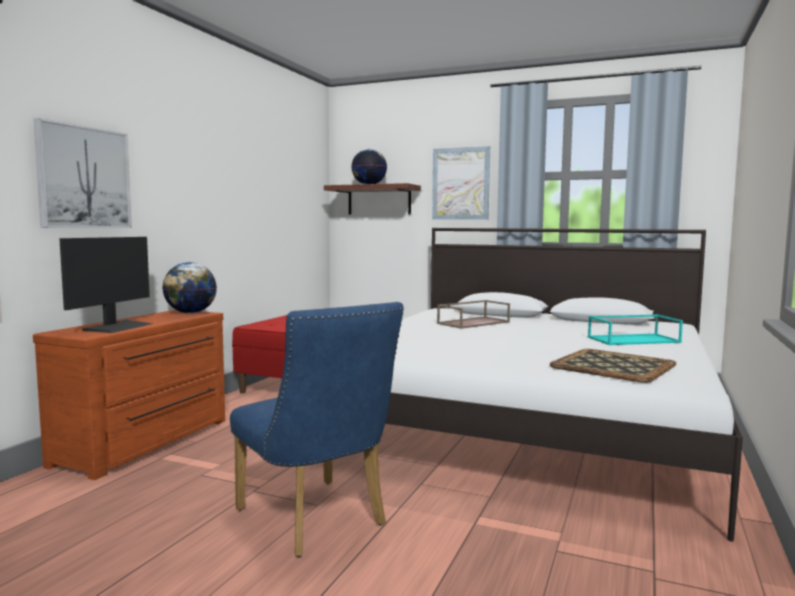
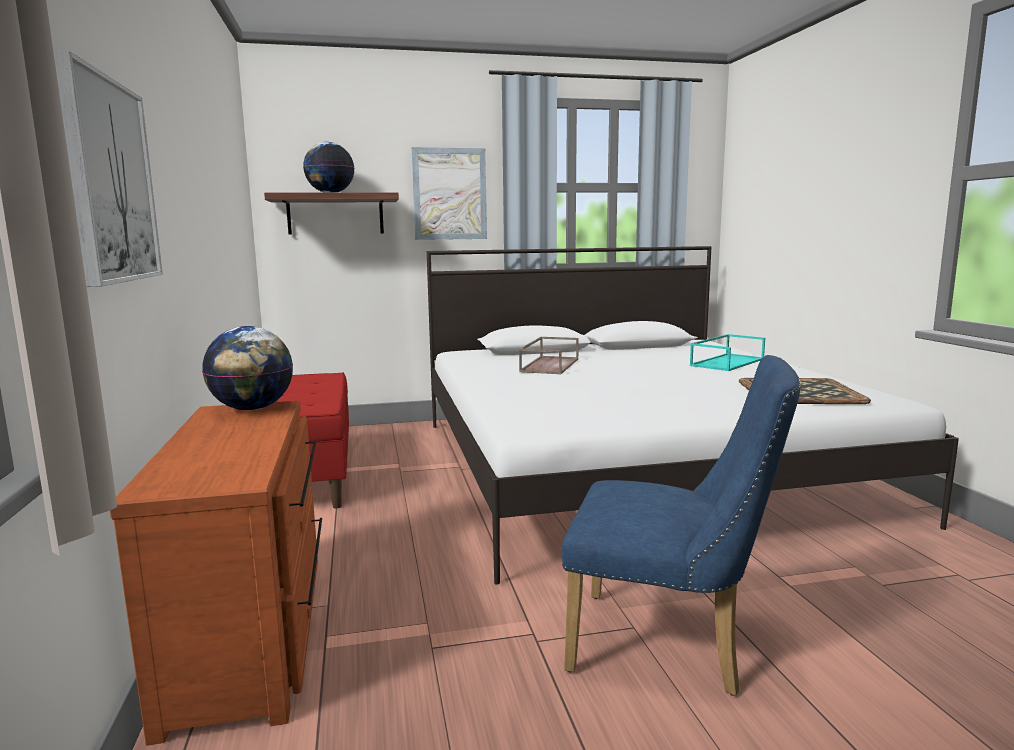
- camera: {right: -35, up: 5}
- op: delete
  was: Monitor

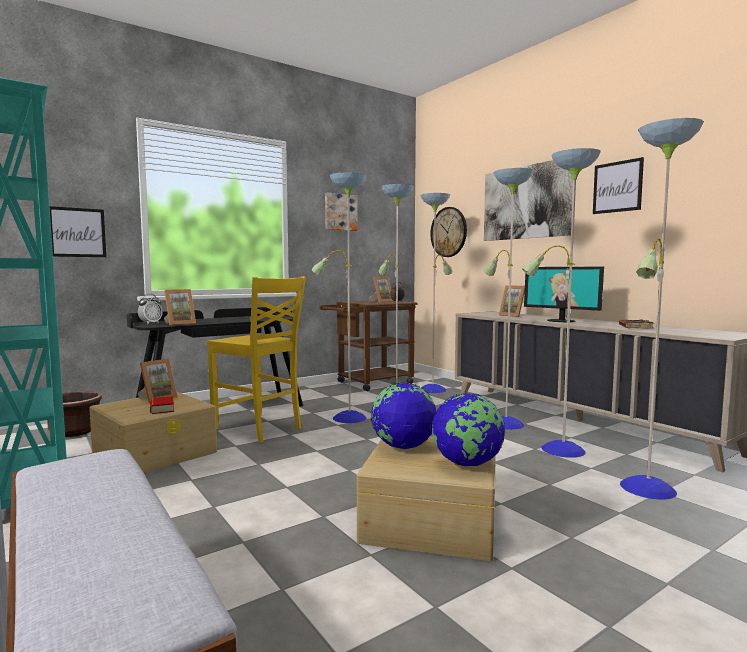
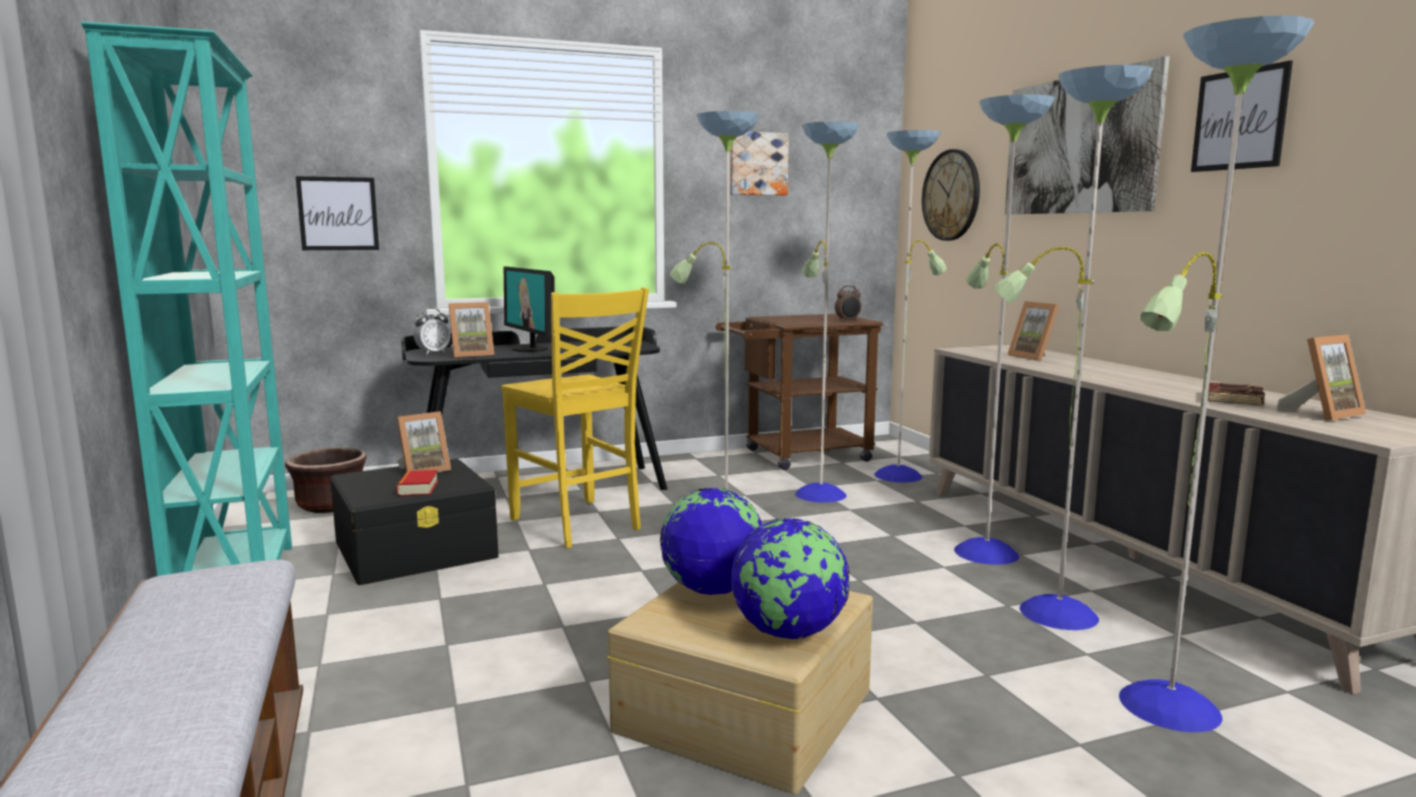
- camera: {right: 15, up: 5}
- op: move
  was: PictureFrame (3rd from left in the first image)
  now: PictureFrame (4th from left)
- op: move
  was: Monitor
- op: recolor
  was: BeigeStorageBox (1st from left)
  now: BlackStorageBox

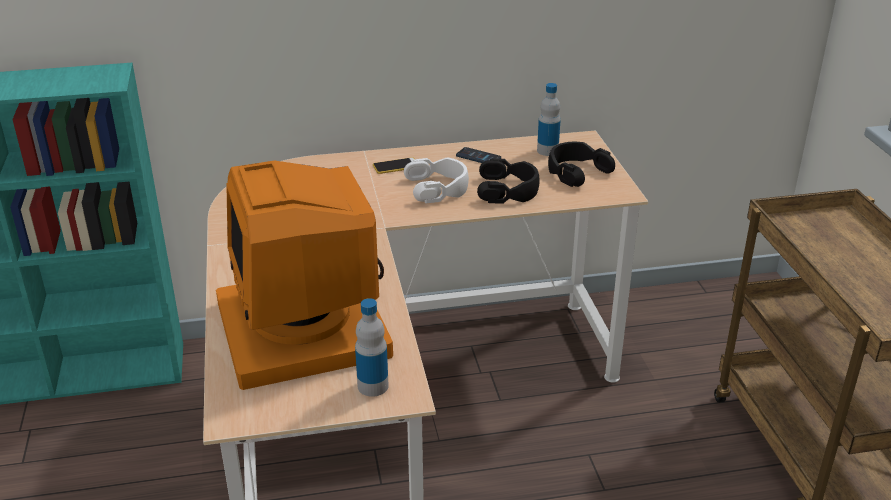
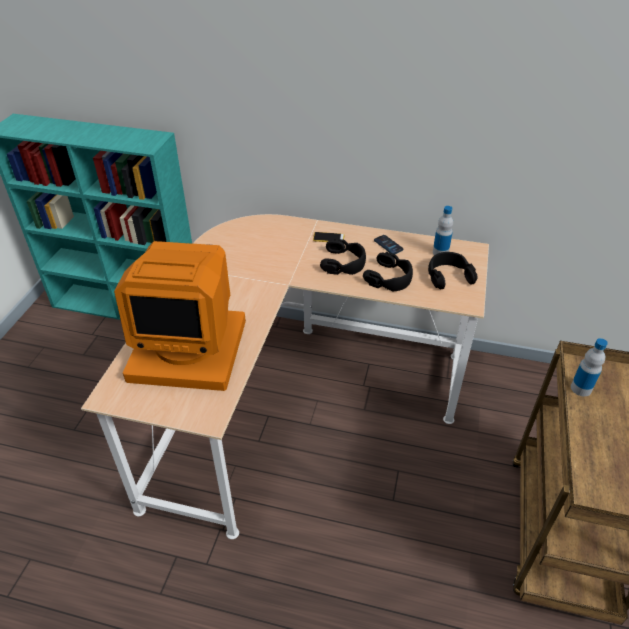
- camera: {right: 25, up: 10}
- op: move
  was: Bottle (1st from left in the first image)
  now: Bottle (2nd from left)
- op: recolor
  was: WhiteHeadphones
  now: BlackHeadphones (1st from left)
- op: rotate
  was: Monitor
  clockwise: -90

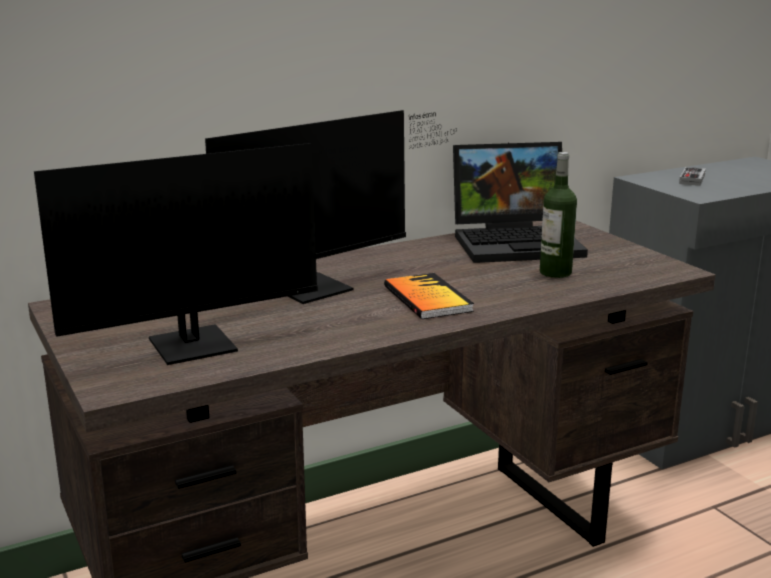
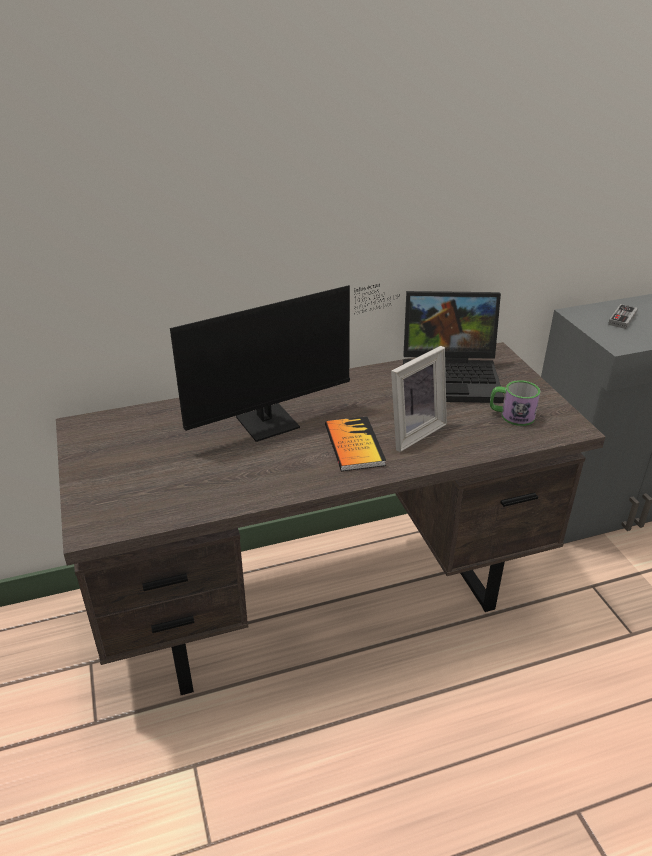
- camera: {right: 10, up: 15}
- op: delete
  was: Monitor (1st from left)
- op: delete
  was: Bottle
- op: insert
  now: PictureFrame
- op: insert
  now: Mug

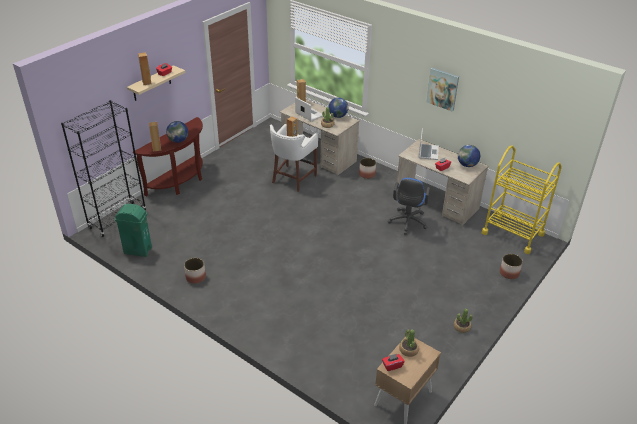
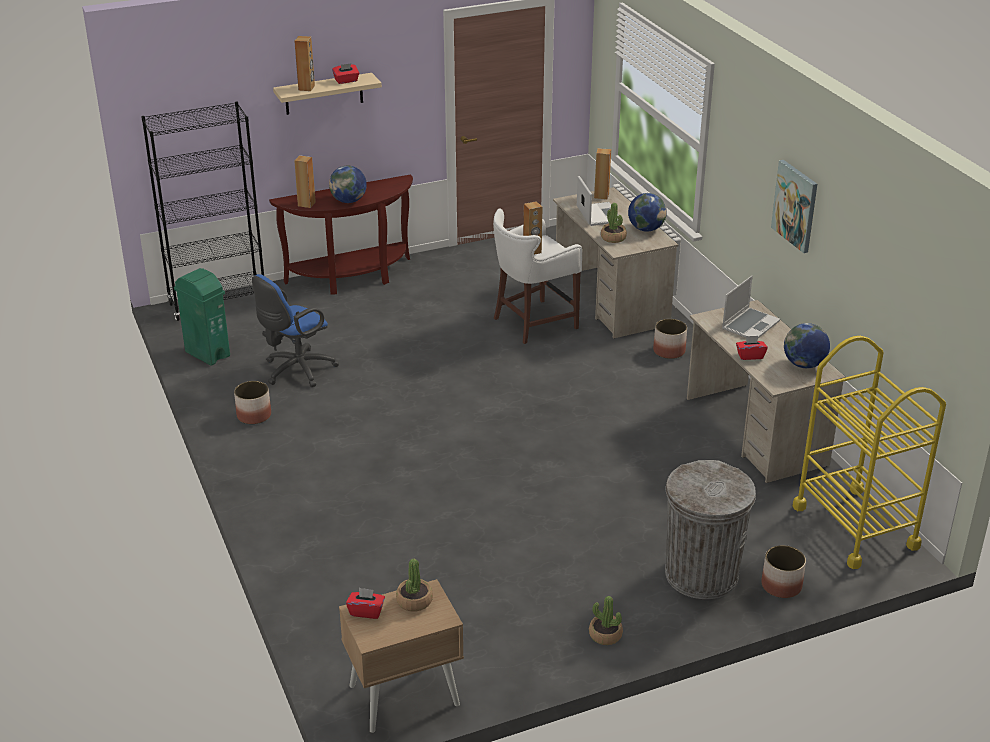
- camera: {right: 30, up: -5}
- op: insert
  now: GreyTrashCan
- op: move
  was: BlueOfficeChair

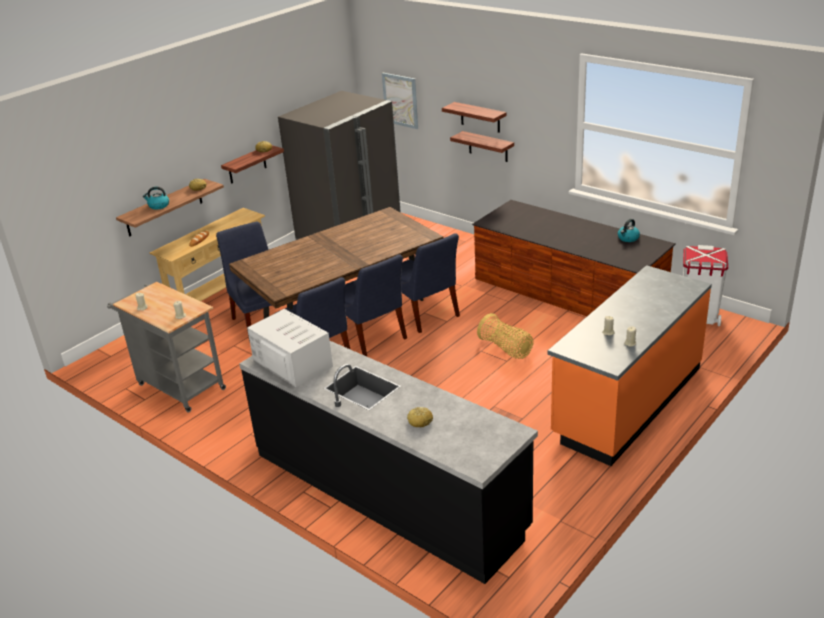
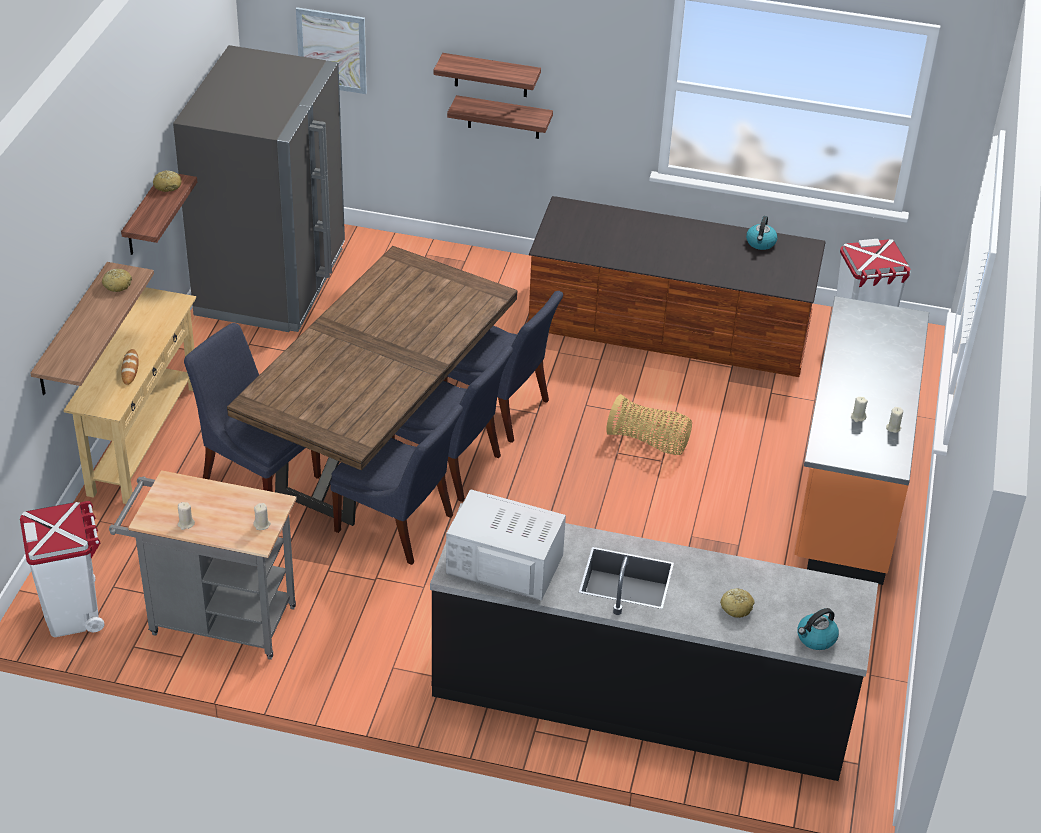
- camera: {right: -30, up: 10}
- op: insert
  now: WhiteTrashCan (1st from left)
- op: move
  was: Kettle (1st from left in the first image)
  now: Kettle (2nd from left)

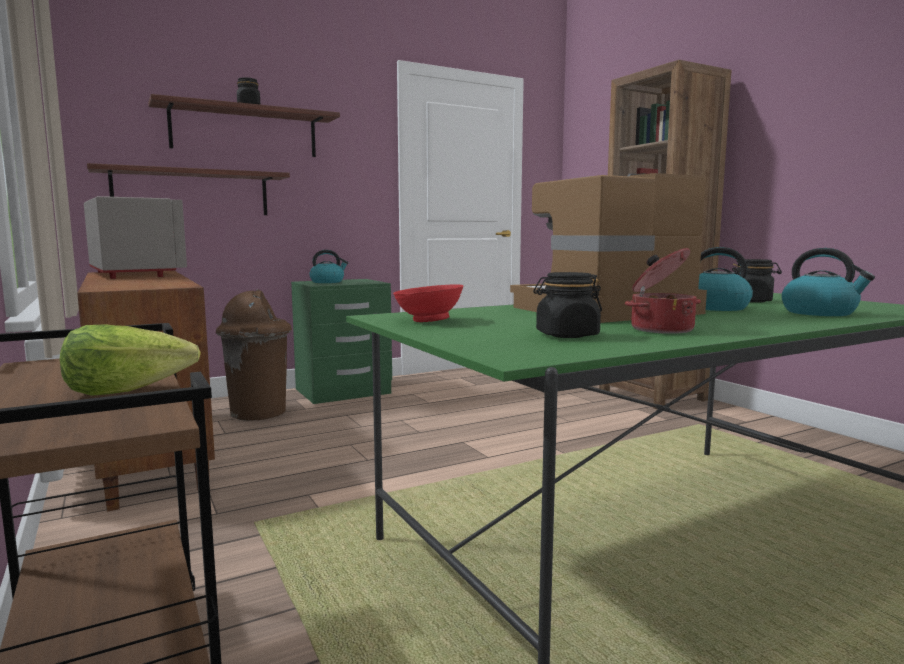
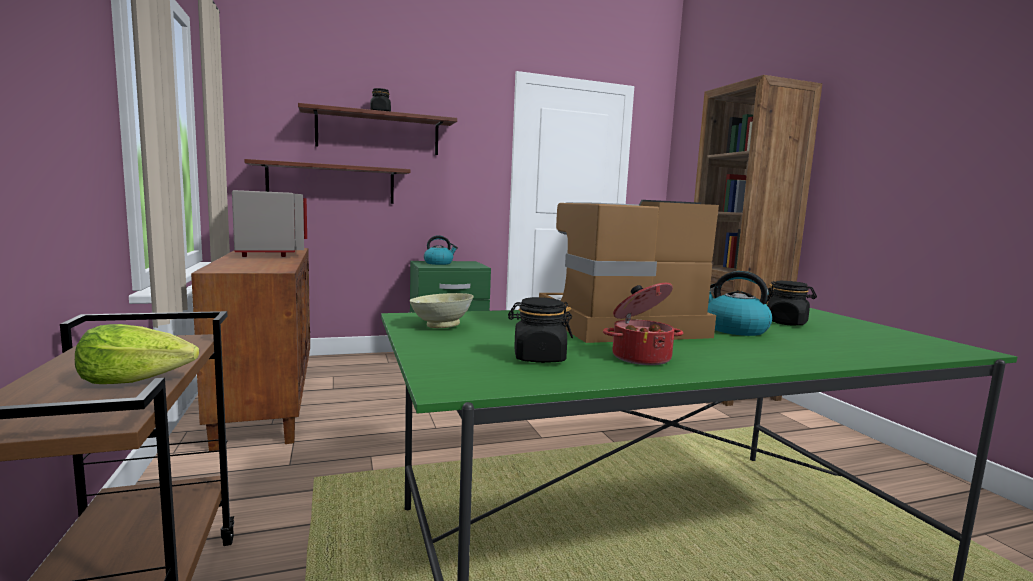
- camera: {right: 10, up: 0}
- op: delete
  was: BrownTrashCan
- op: delete
  was: Kettle (3rd from left)
- op: recolor
  was: RedBowl
  now: BeigeBowl

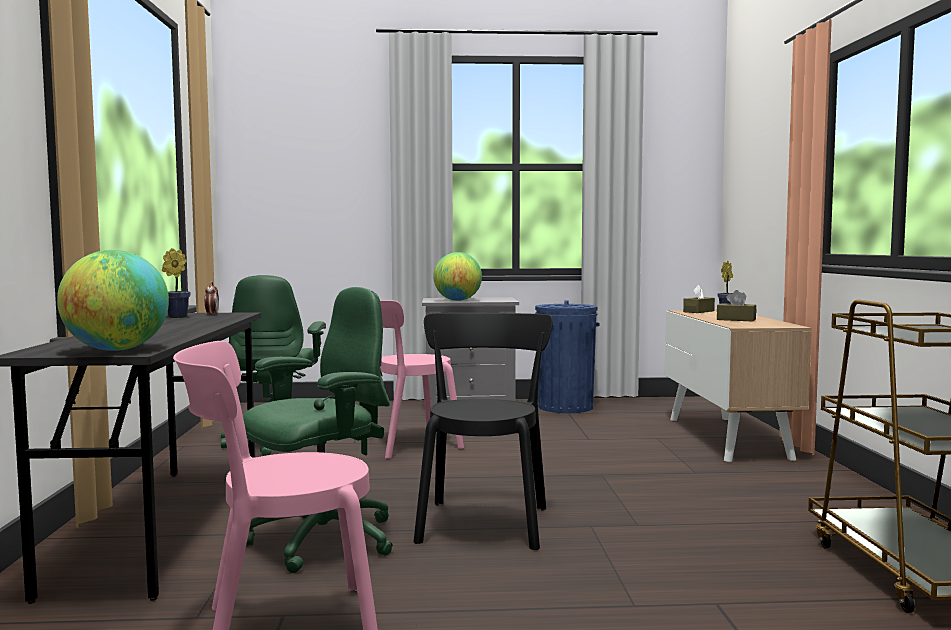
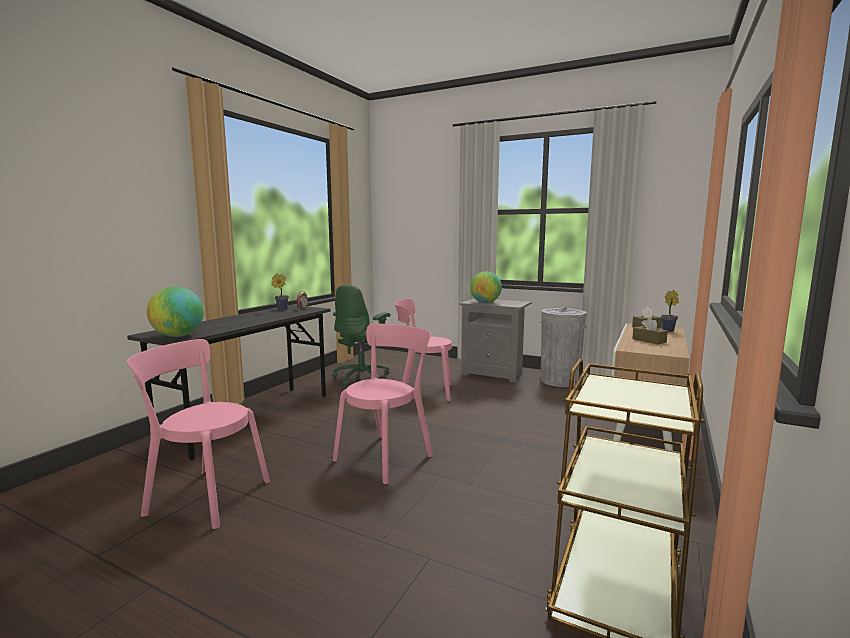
- camera: {right: 30, up: 5}
- op: delete
  was: GreenOfficeChair (2nd from left)
- op: recolor
  was: BlackChair
  now: PinkChair (2nd from left)
- op: recolor
  was: BlueTrashCan
  now: GreyTrashCan

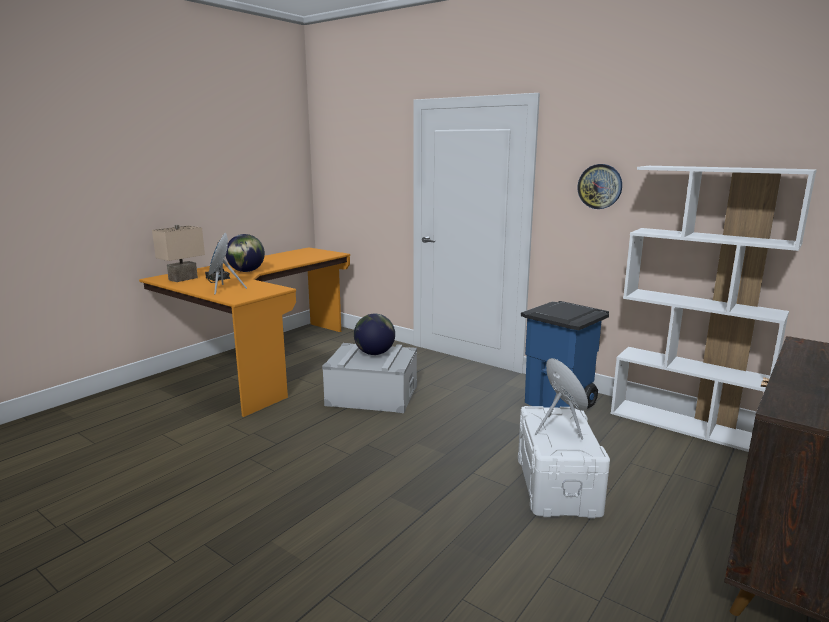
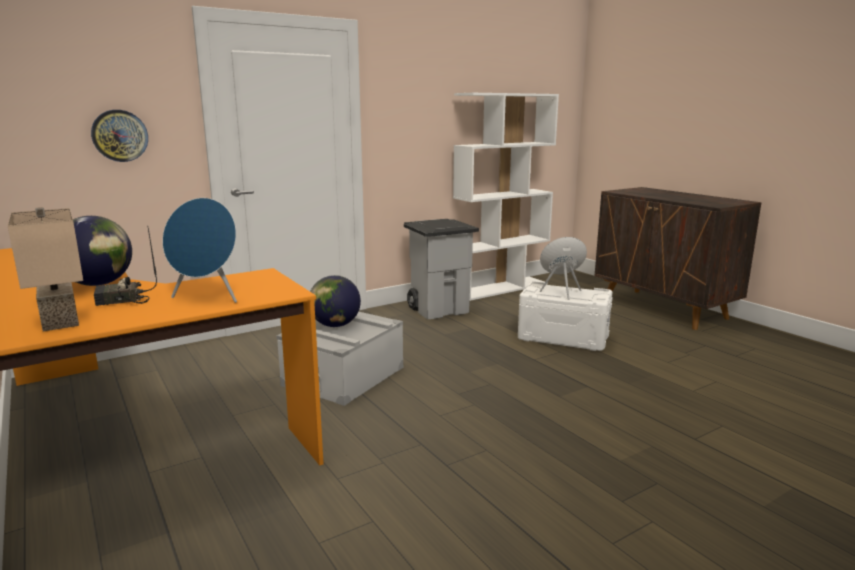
- camera: {right: -70, up: 0}
- op: move
  was: WallClock
- op: recolor
  was: BlueTrashCan
  now: GreyTrashCan

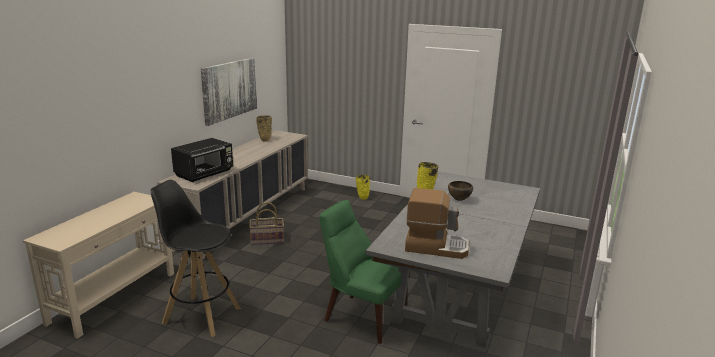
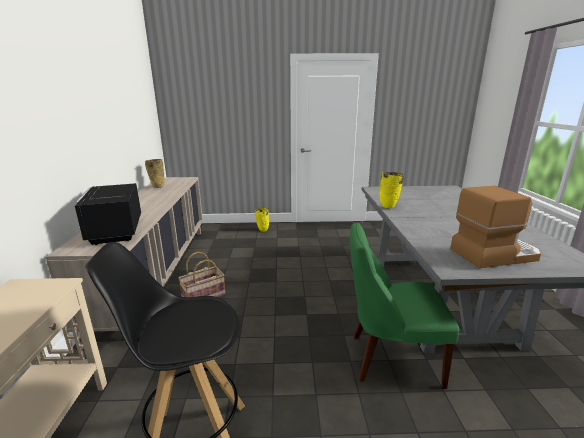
- camera: {right: -25, up: 0}
- op: delete
  was: Picture
- op: delete
  was: BrownBowl
- op: rotate
  was: BlackMicrowave
  clockwise: 150

